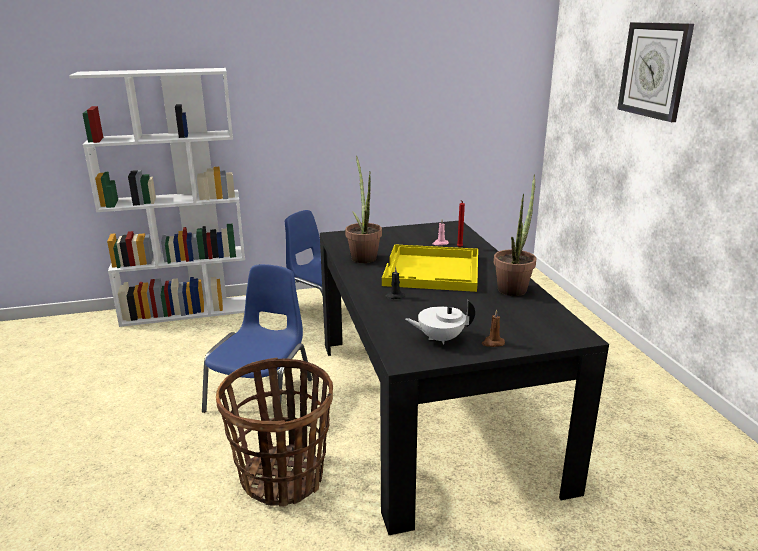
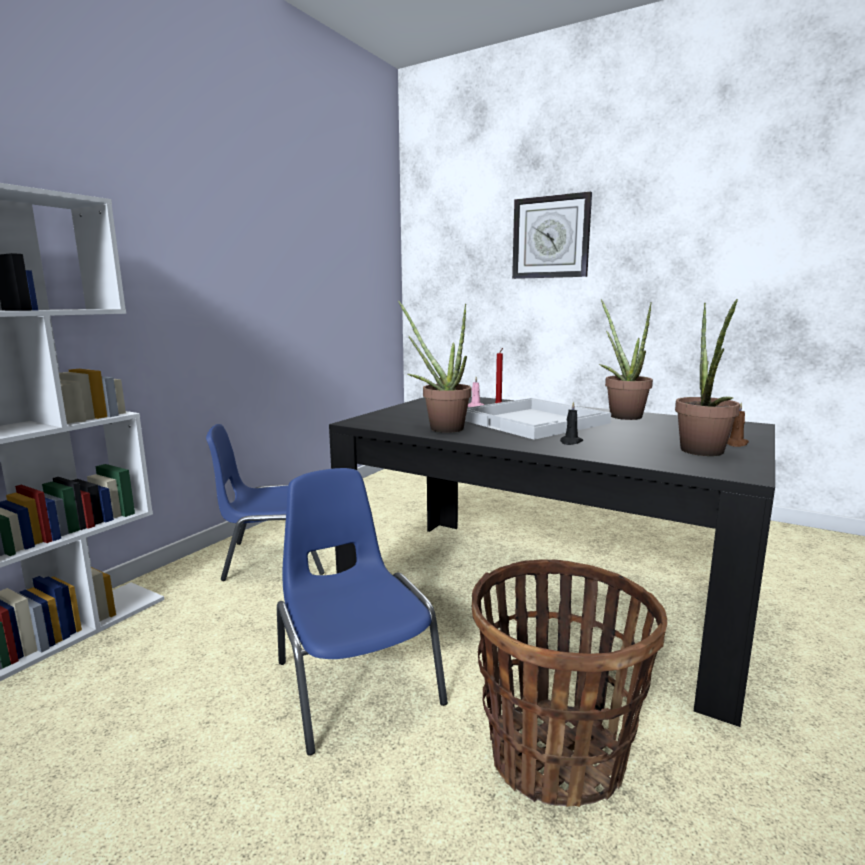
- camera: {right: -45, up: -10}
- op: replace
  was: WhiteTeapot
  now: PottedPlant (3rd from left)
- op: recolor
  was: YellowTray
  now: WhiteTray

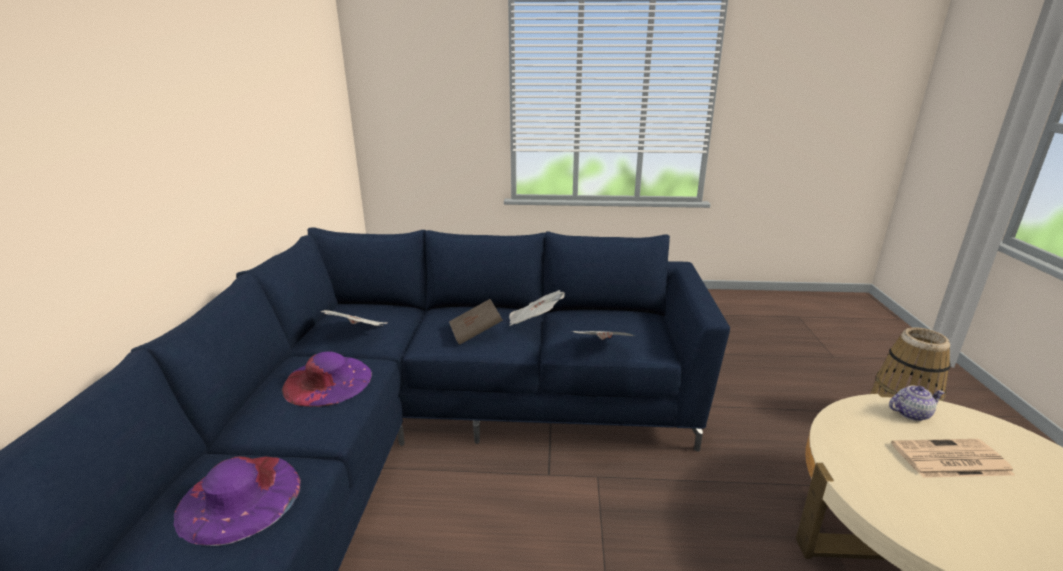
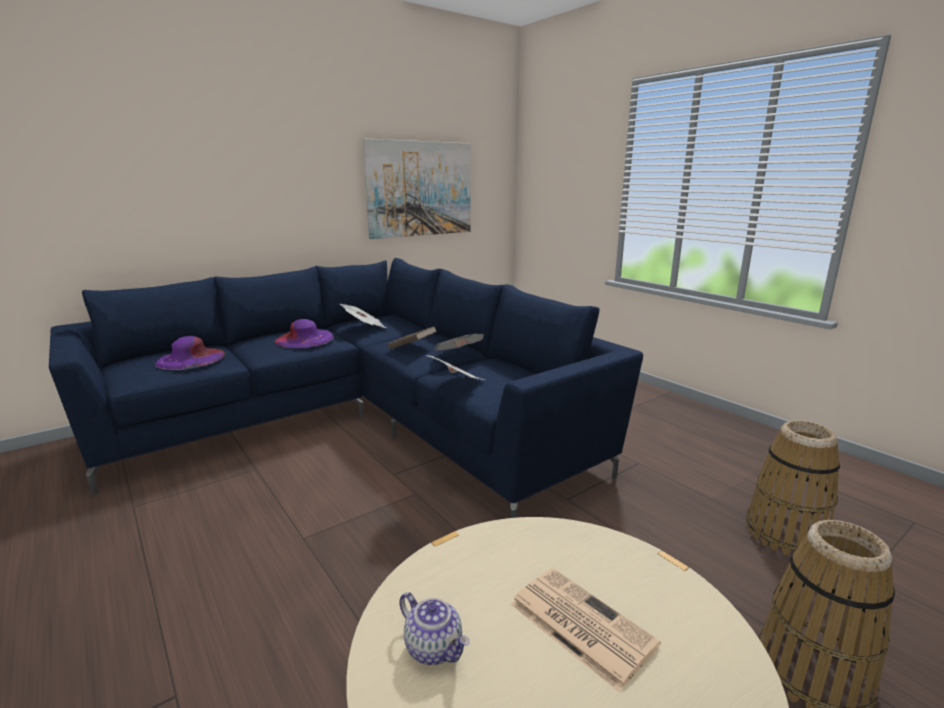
- camera: {right: 50, up: -5}
- op: insert
  now: Picture
- op: insert
  now: Basket (1st from left)
- op: move
  was: Teapot

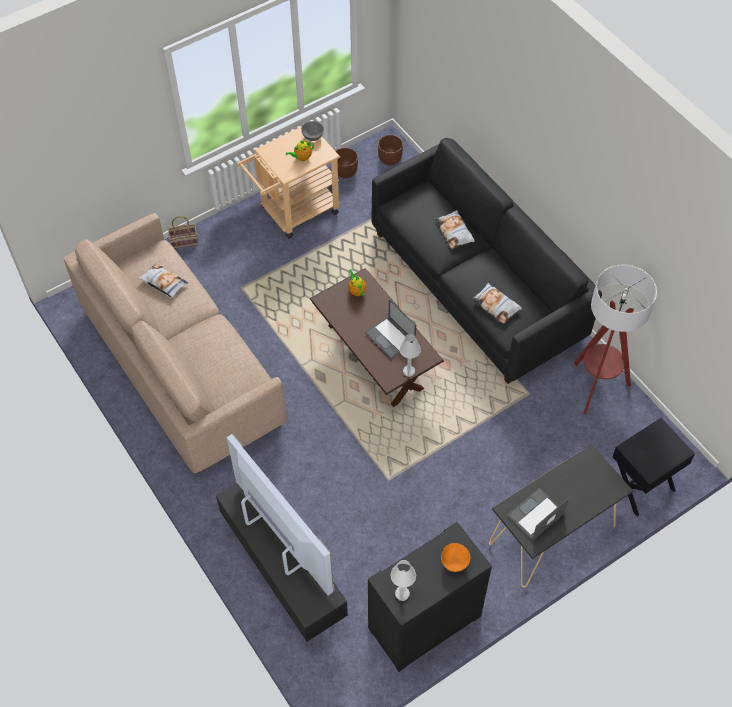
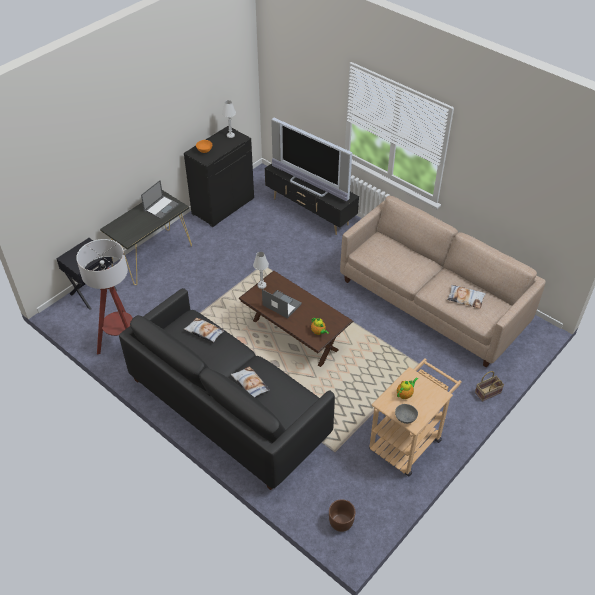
- camera: {right: 165, up: -10}
- op: delete
  was: BrownPlanter (1st from left)

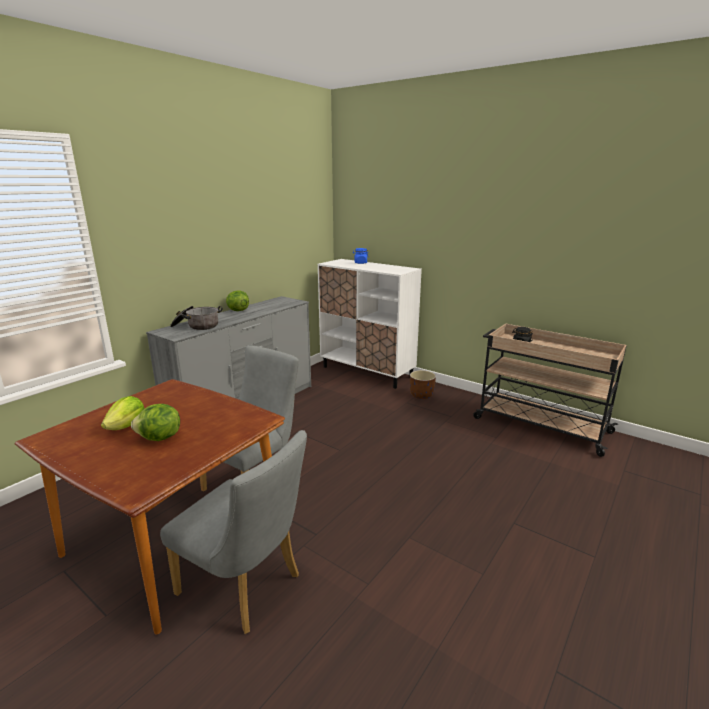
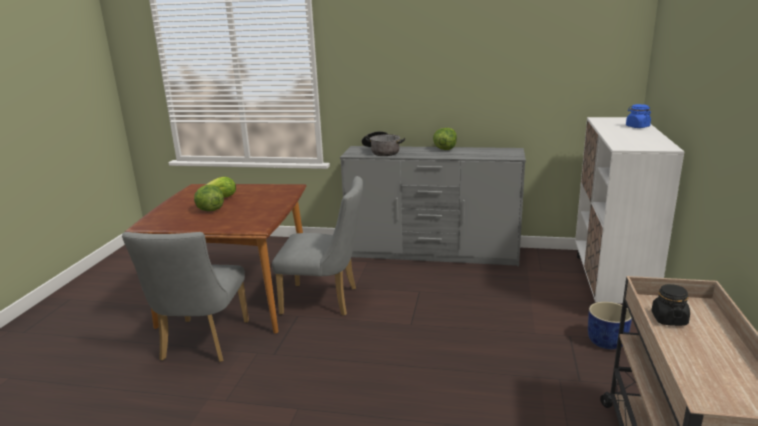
- camera: {right: 65, up: 0}
- op: recolor
  was: BrownPlanter
  now: BluePlanter

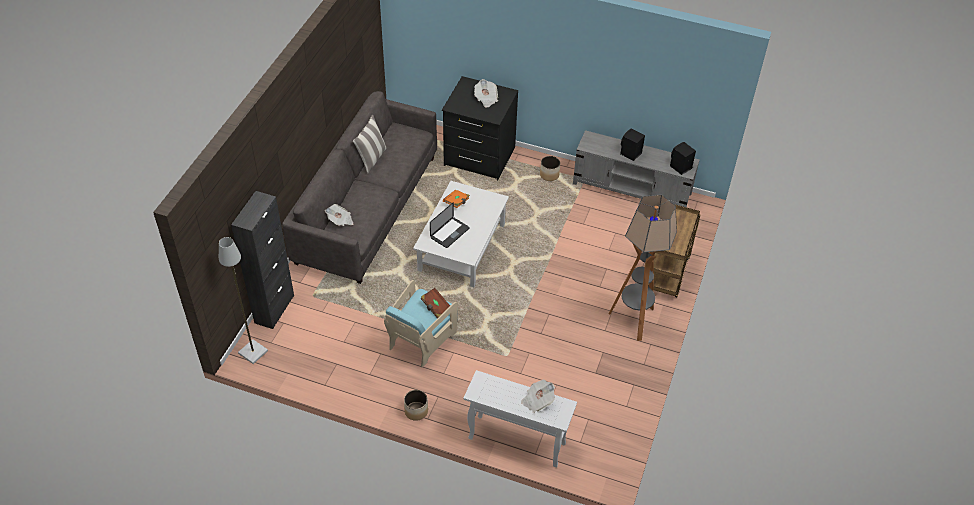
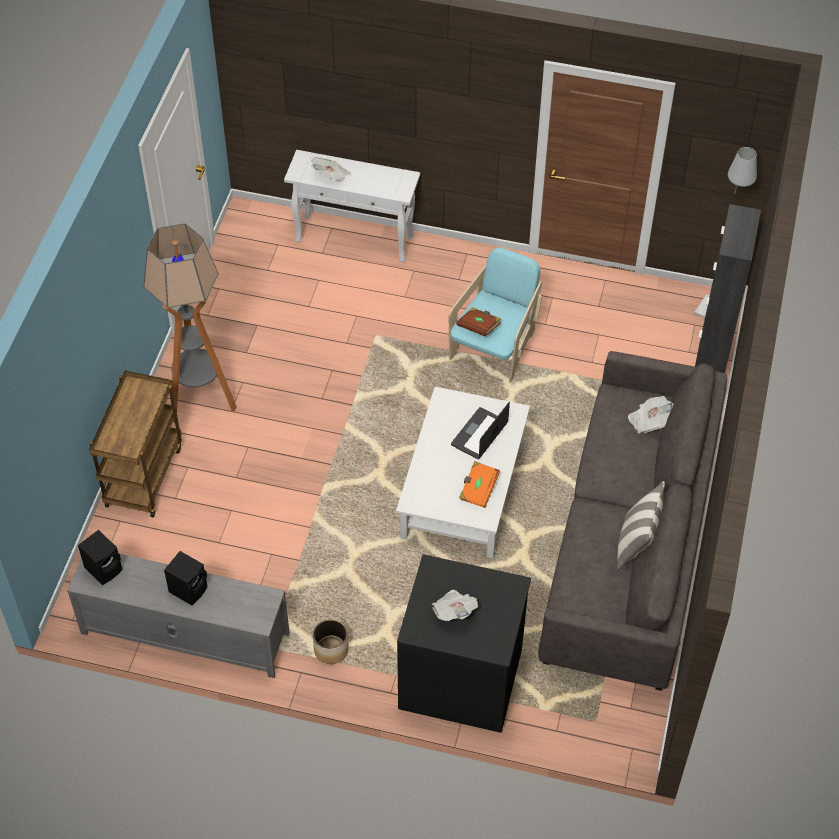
- camera: {right: 175, up: 5}
- op: delete
  was: Planter (1st from left)

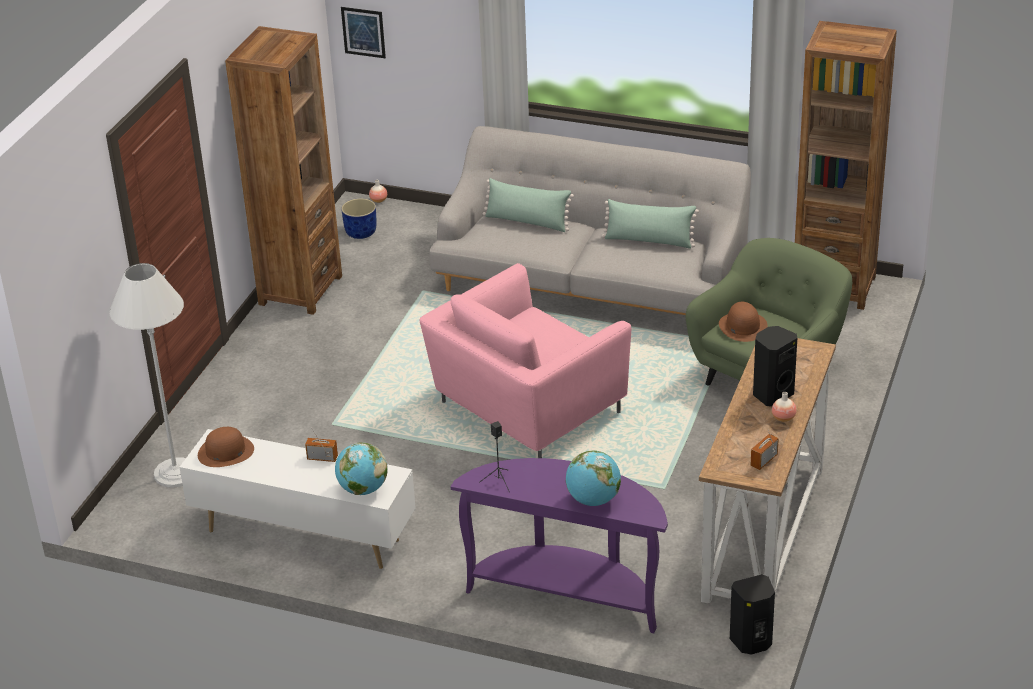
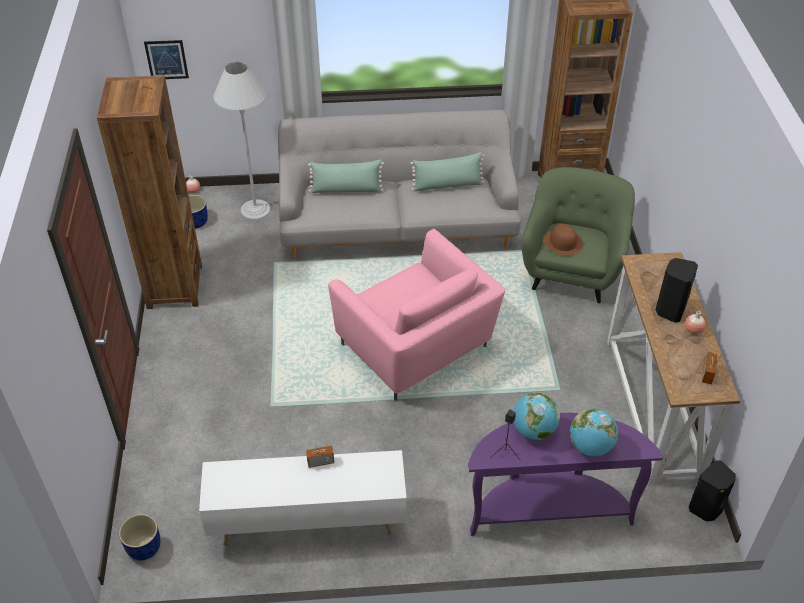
- camera: {right: -25, up: 10}
- op: delete
  was: BrownHat (1st from left)
- op: insert
  now: BluePlanter (1st from left)
- op: move
  was: WhiteFloorLamp
- op: move
  was: Globe (1st from left)
- op: rotate
  was: PinkArmchair
  clockwise: -60

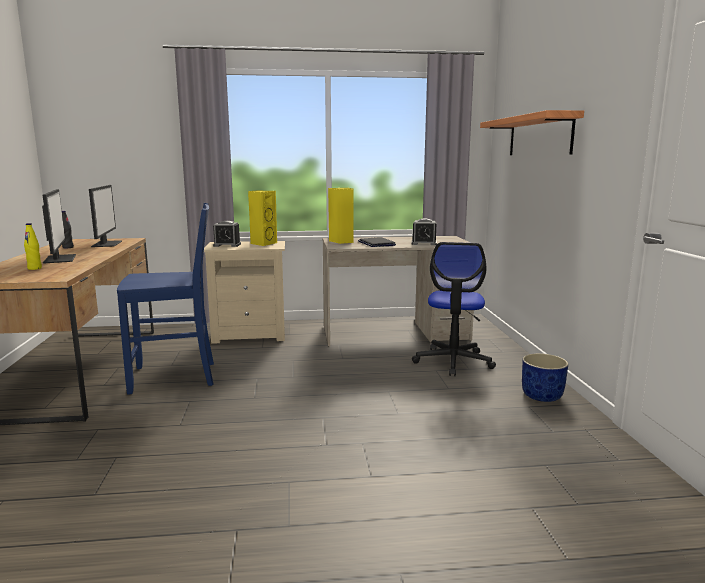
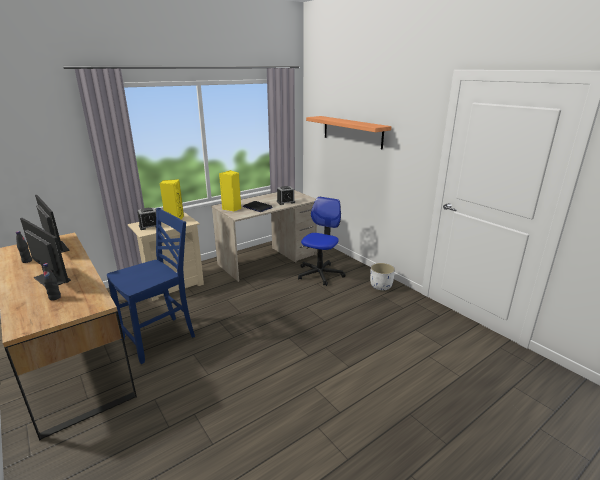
- camera: {right: -30, up: 10}
- op: recolor
  was: YellowBottle
  now: BlackBottle (2nd from left)
- op: recolor
  was: BluePlanter
  now: WhitePlanter
- op: rotate
  was: OfficeChair
  clockwise: -135

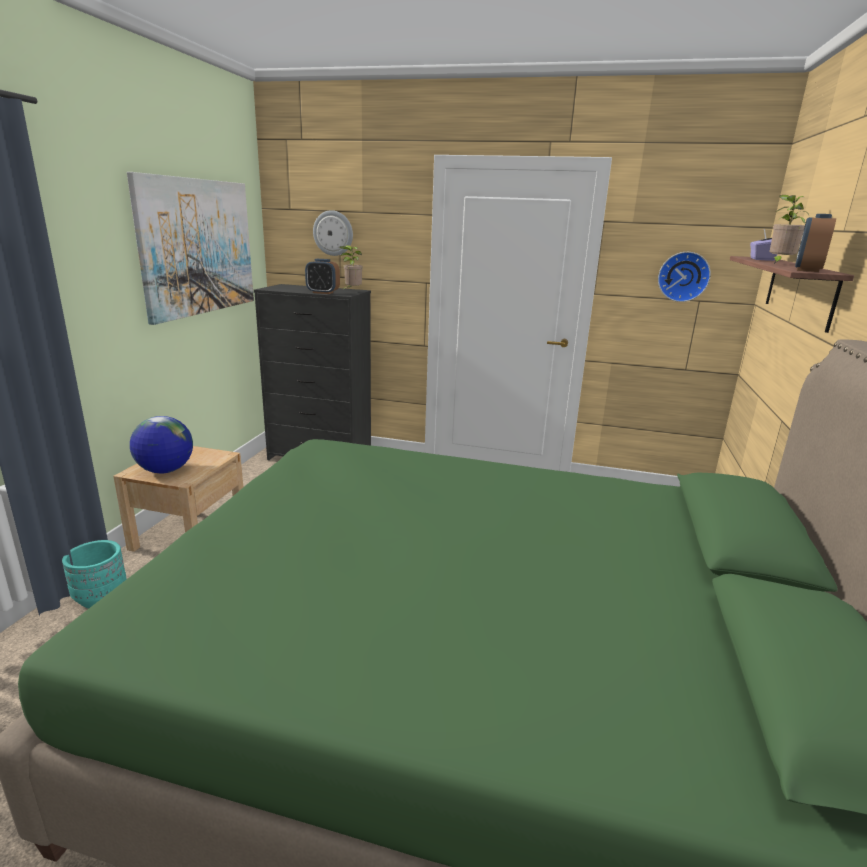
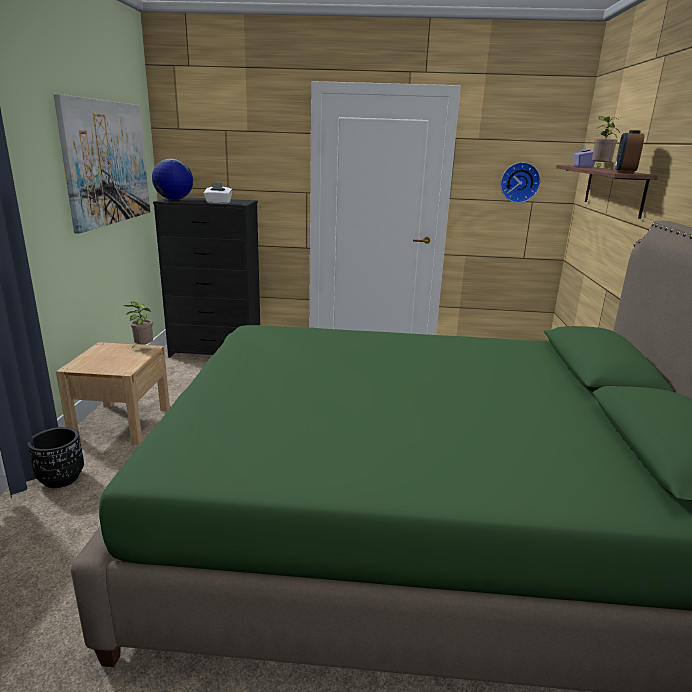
- camera: {right: -10, up: 0}
- op: delete
  was: WallClock (1st from left)
- op: move
  was: Globe
- op: move
  was: PottedPlant (1st from left)
- op: replace
  was: AlarmClock (1st from left)
  now: WhiteTissueBox
- op: recolor
  was: TurquoisePlanter
  now: BlackPlanter

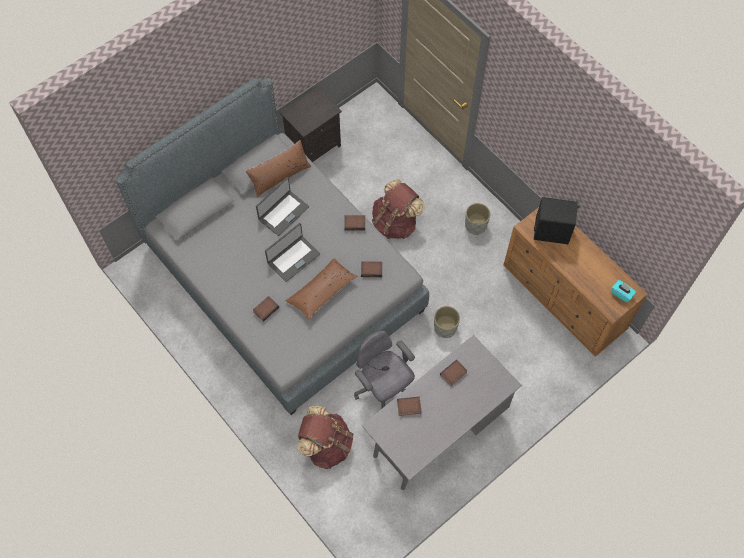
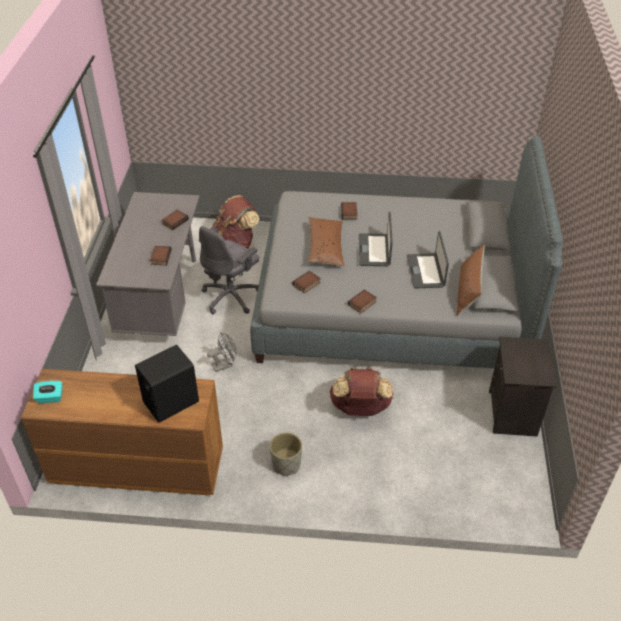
- camera: {right: 135, up: -20}
- op: replace
  was: GreyPlanter (1st from left)
  now: GreyFan
- op: rotate
  was: GreyOfficeChair
  clockwise: 120

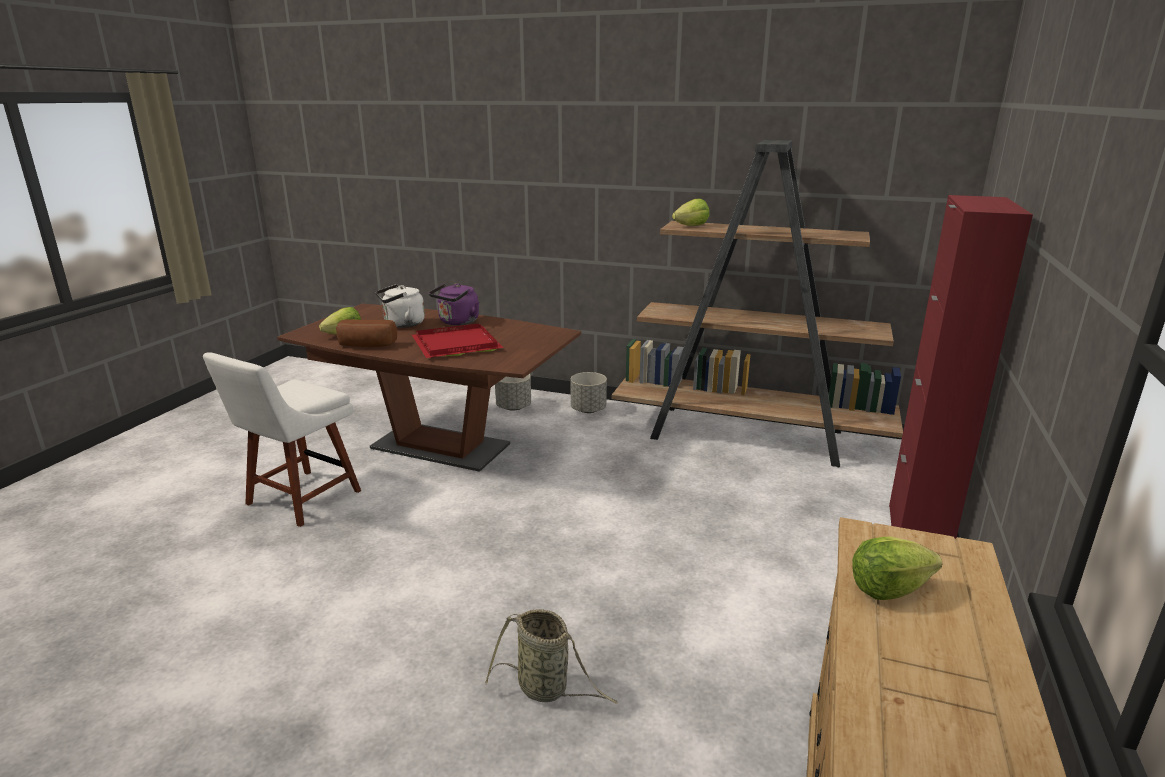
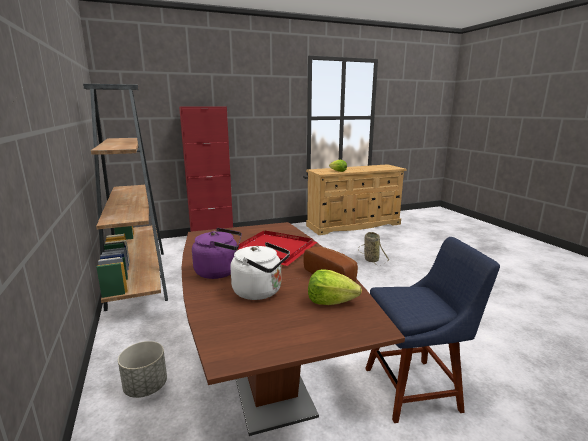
- camera: {right: -130, up: -5}
- op: delete
  was: GreyPlanter (2nd from left)
- op: delete
  was: Lettuce (2nd from left)
- op: recolor
  was: WhiteChair
  now: BlueChair

